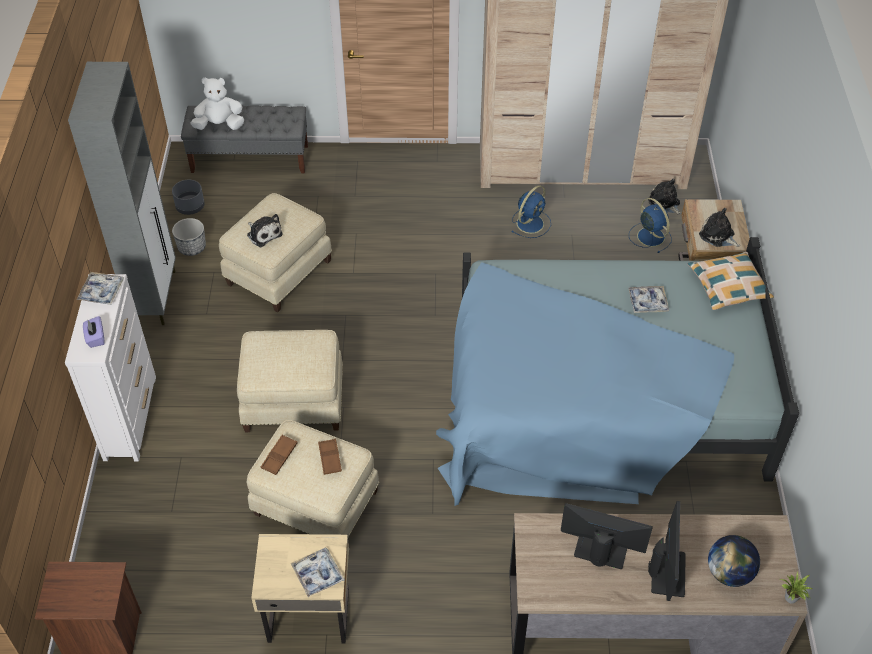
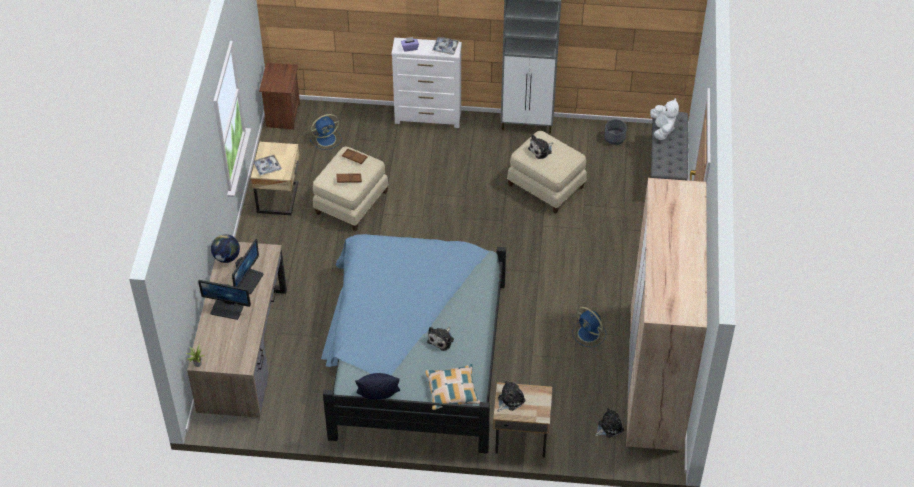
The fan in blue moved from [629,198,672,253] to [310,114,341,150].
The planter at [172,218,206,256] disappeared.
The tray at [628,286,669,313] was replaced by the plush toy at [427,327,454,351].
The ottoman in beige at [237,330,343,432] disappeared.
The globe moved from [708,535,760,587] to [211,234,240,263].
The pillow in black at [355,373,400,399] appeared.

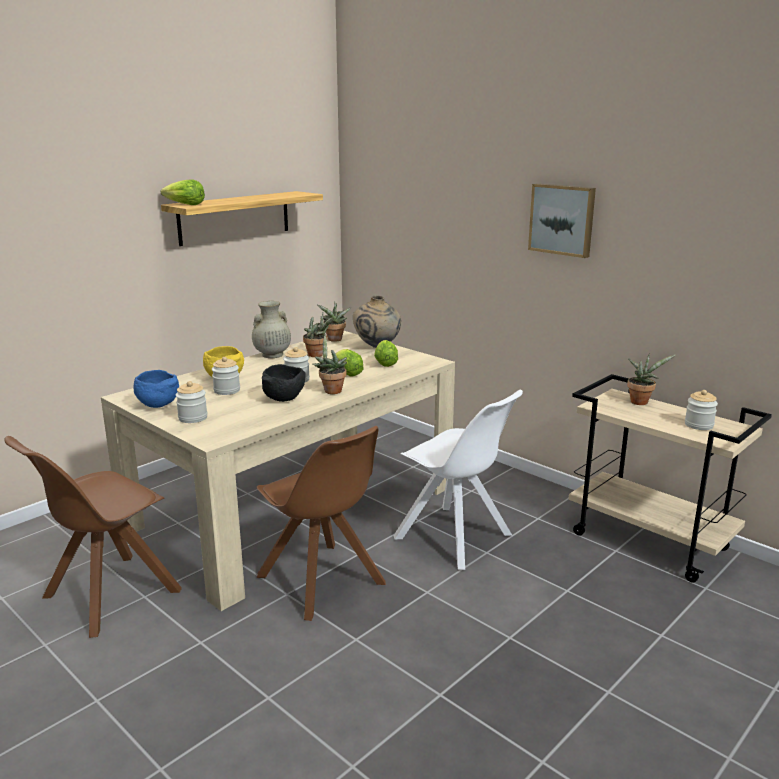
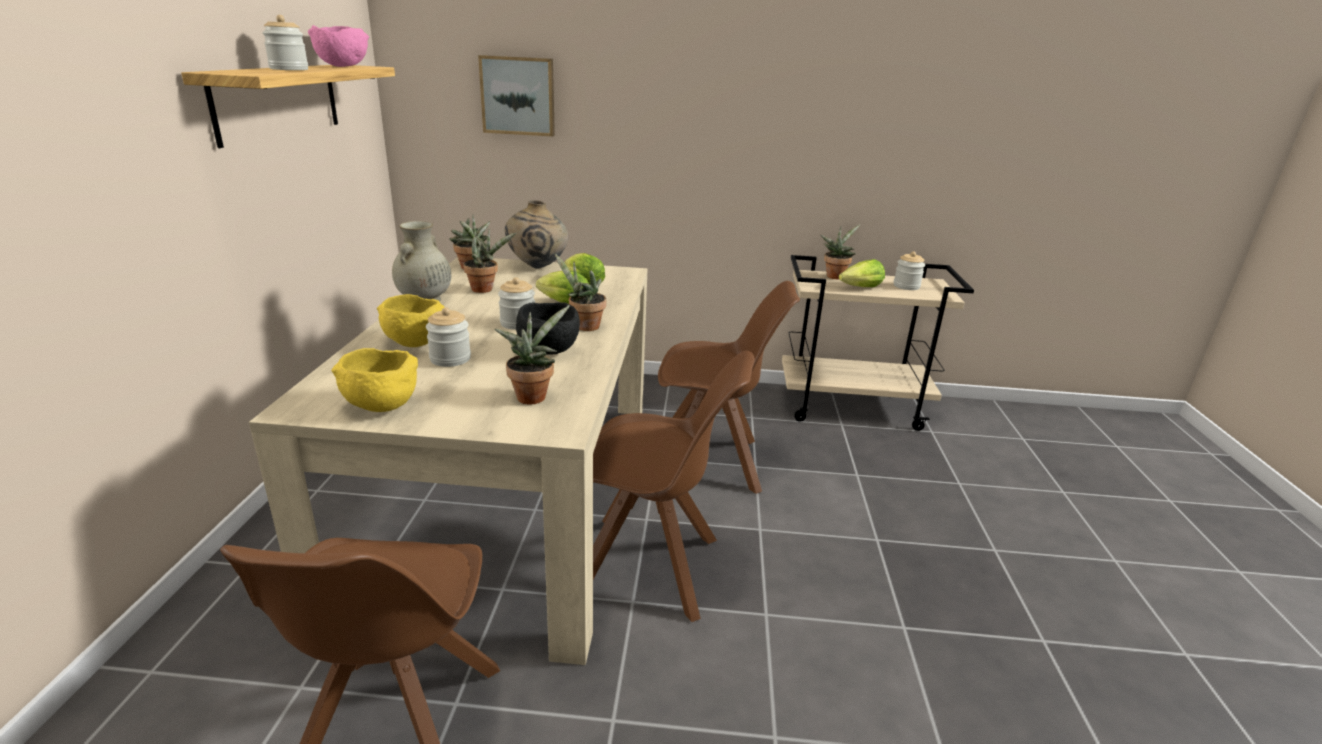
The lettuce moved from [161,179,205,205] to [839,259,885,287].
The picture moved from [528,183,596,258] to [478,55,555,137].
The bowl in blue at [133,370,179,408] became the bowl in yellow at [331,348,418,412].
The jar moved from [176,381,208,423] to [262,15,308,70].
The chair in white at [394,390,523,570] became the chair in brown at [658,281,800,494].
The bowl in pink at [308,25,369,67] appeared.
The potted plant at [494,305,570,405] appeared.

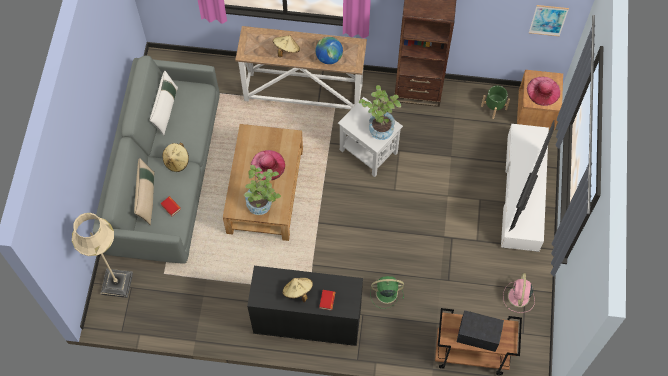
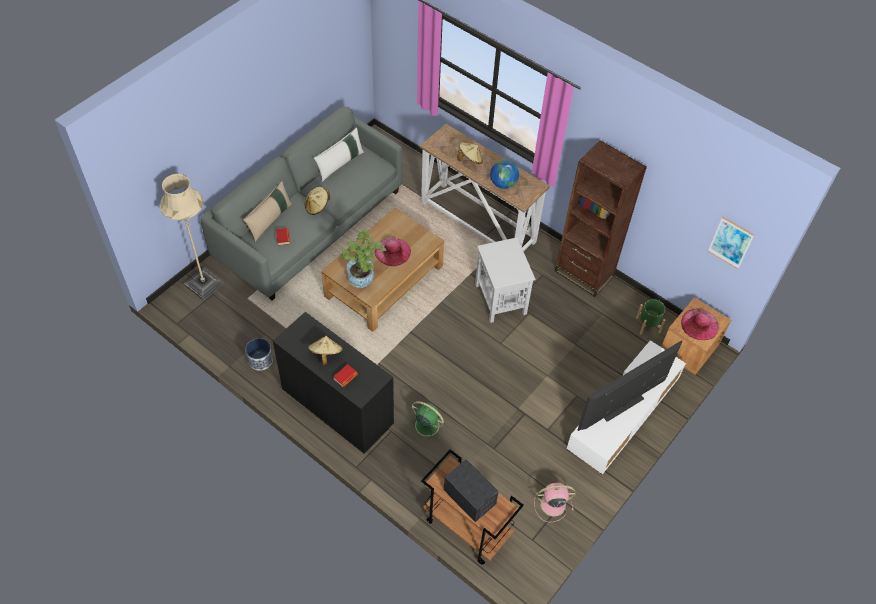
The potted plant at [359,85,401,140] disappeared.
The fan in pink at [503,273,535,313] turned 45 degrees clockwise.
The planter at [246,338,273,371] appeared.

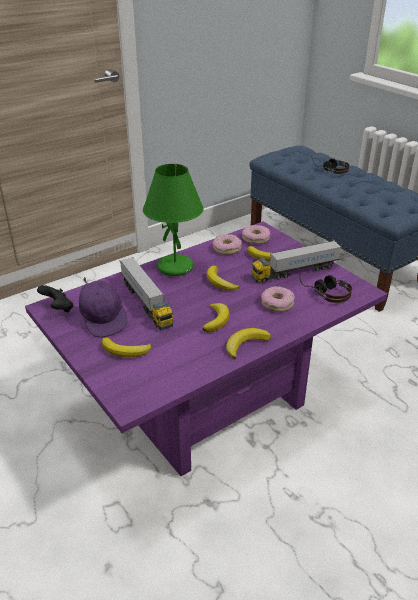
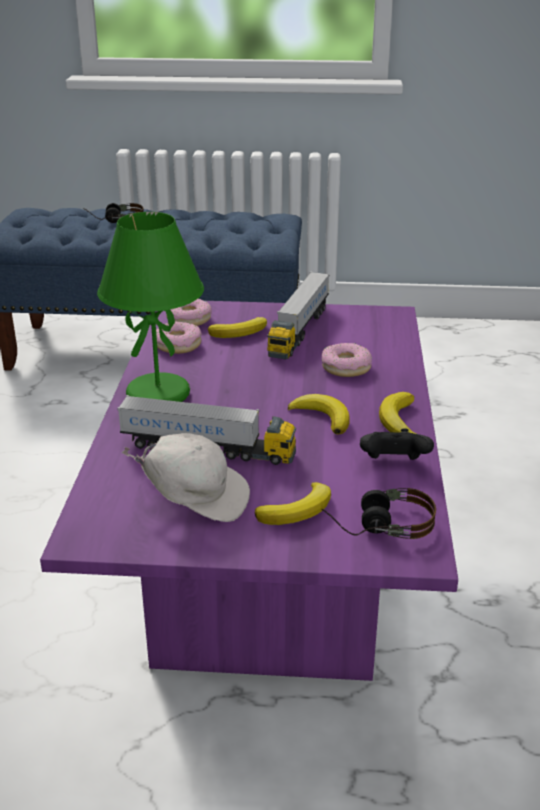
The banana at [207,266,240,291] disappeared.
The headphones moved from [299,270,352,303] to [322,488,436,539].
The cap in purple at [79,277,127,338] became the cap in white at [122,433,250,522].
The game controller in black moved from [37,285,73,312] to [360,428,434,460].

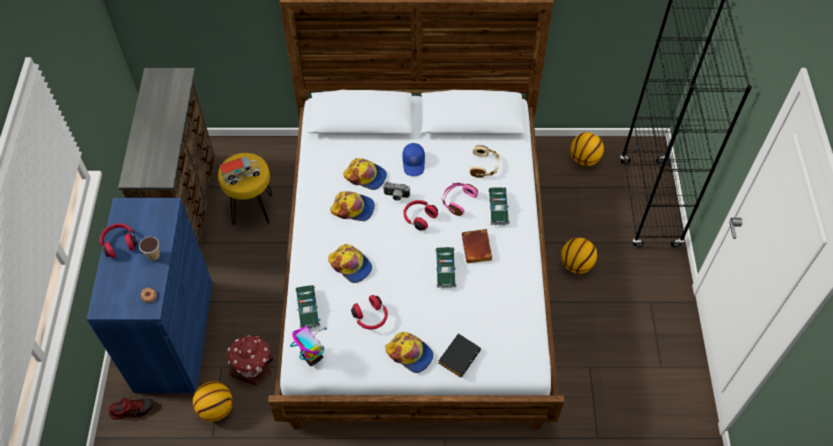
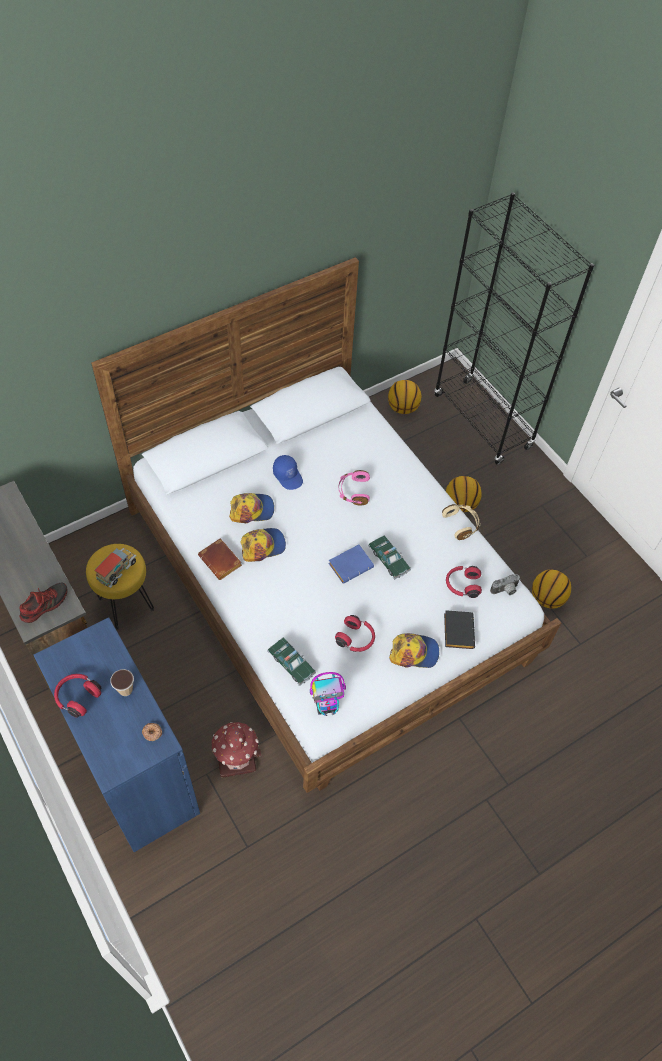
The headphones in beige moved from [470,145,500,178] to [442,504,481,540].
The photo camera moved from [383,182,410,201] to [490,574,520,595].
The toy car at [488,187,510,225] disappeared.
The headphones in red moved from [403,200,438,231] to [446,566,482,598].
The book in brown moved from [462,229,492,263] to [198,538,242,580].
The cap at [328,244,372,283] disappeared.
The toy robot at [290,319,327,366] turned 150 degrees clockwise.
The basketball moved from [193,381,233,422] to [532,569,571,609].
The shoe moved from [109,397,154,420] to [20,582,67,623].
The book in blue at [328,544,374,584] appeared.

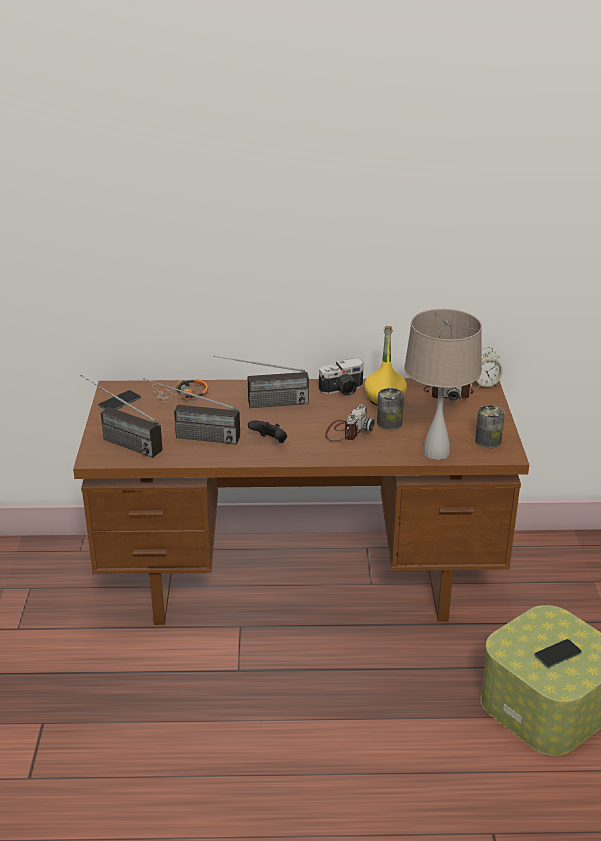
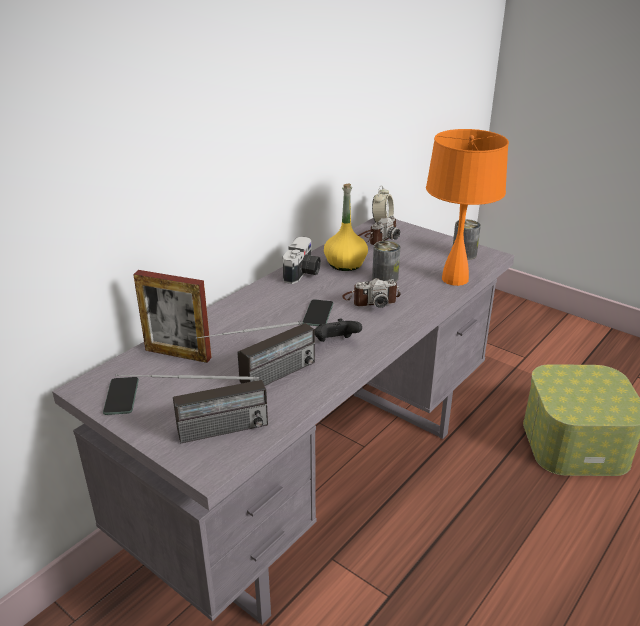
The table lamp in beige at [404,309,482,460] became the table lamp in orange at [426,129,509,286].
The radio at [214,356,309,408] disappeared.
The desk in brown at [73,378,529,625] became the desk in grey at [52,218,514,625].
The headphones at [152,379,208,404] was replaced by the picture frame at [133,270,212,363].
The photo camera at [325,404,375,441] turned 105 degrees clockwise.
The phone moved from [534,639,582,668] to [303,299,333,326].

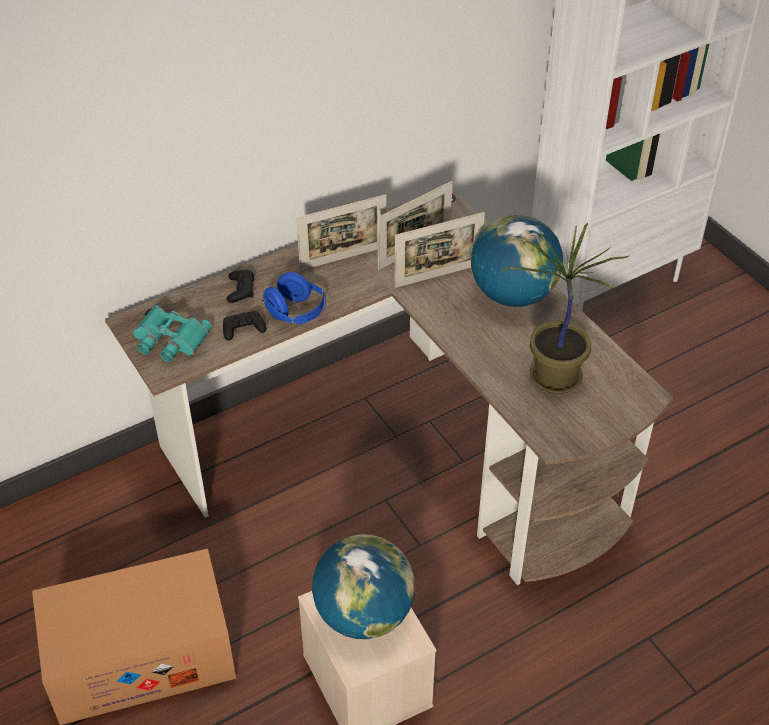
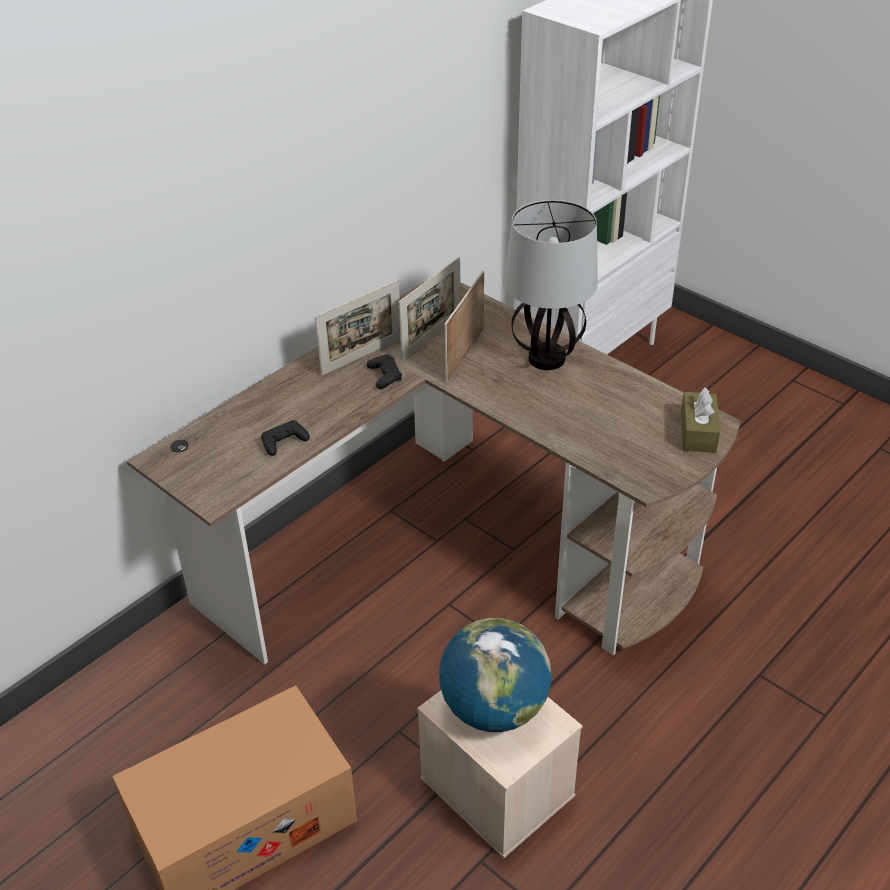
The picture frame at [394,212,485,288] turned 150 degrees clockwise.
The globe at [471,215,563,307] was replaced by the table lamp at [504,200,598,370].
The potted plant at [501,223,629,394] disappeared.
The game controller in black moved from [227,270,254,303] to [367,355,402,389].
The headphones in blue at [262,272,326,325] disappeared.
The binoculars in turquoise at [133,305,212,362] disappeared.
The tissue box in brown at [681,388,720,453] appeared.

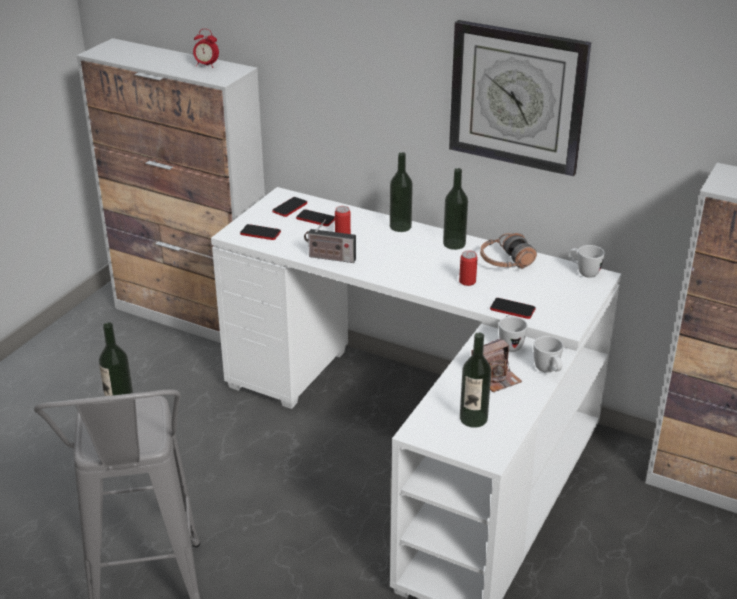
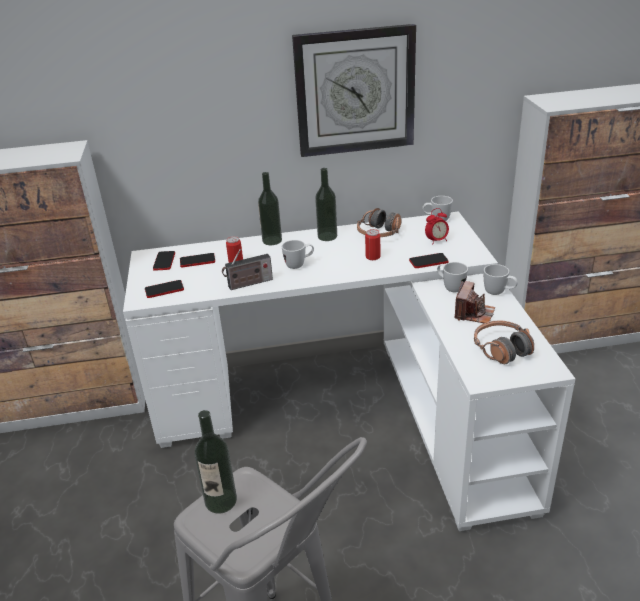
The alarm clock moved from [193,29,219,68] to [425,208,449,245].
The bottle at [460,332,491,428] was replaced by the headphones at [474,321,534,364].
The mug in white at [282,240,314,269] appeared.

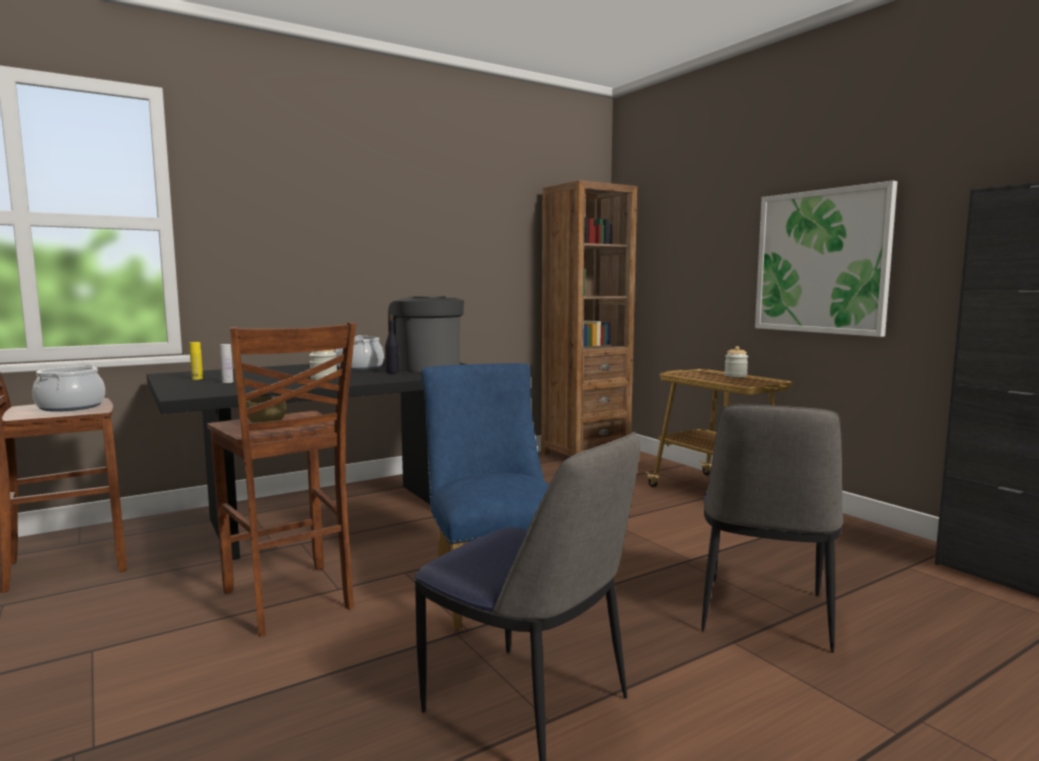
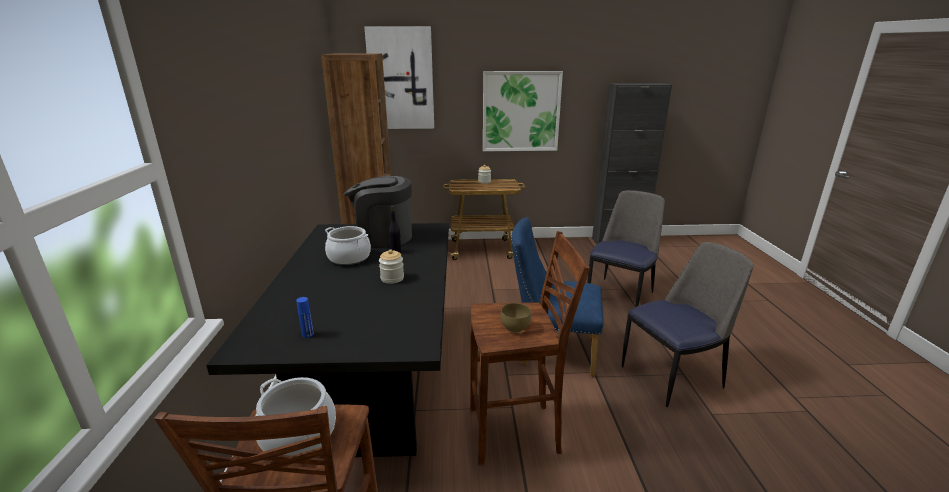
The bottle in yellow at [190,342,203,380] became the bottle in blue at [296,297,314,338].
The bottle in white at [220,344,233,383] disappeared.
The chair at [701,404,843,653] turned 105 degrees counterclockwise.
The picture at [364,26,434,129] appeared.

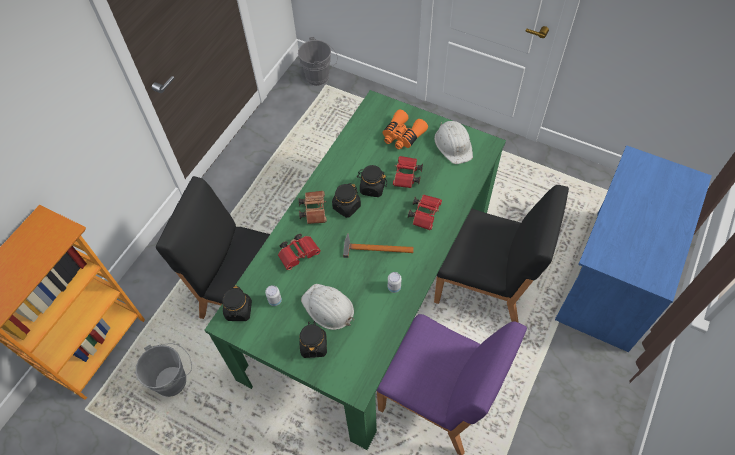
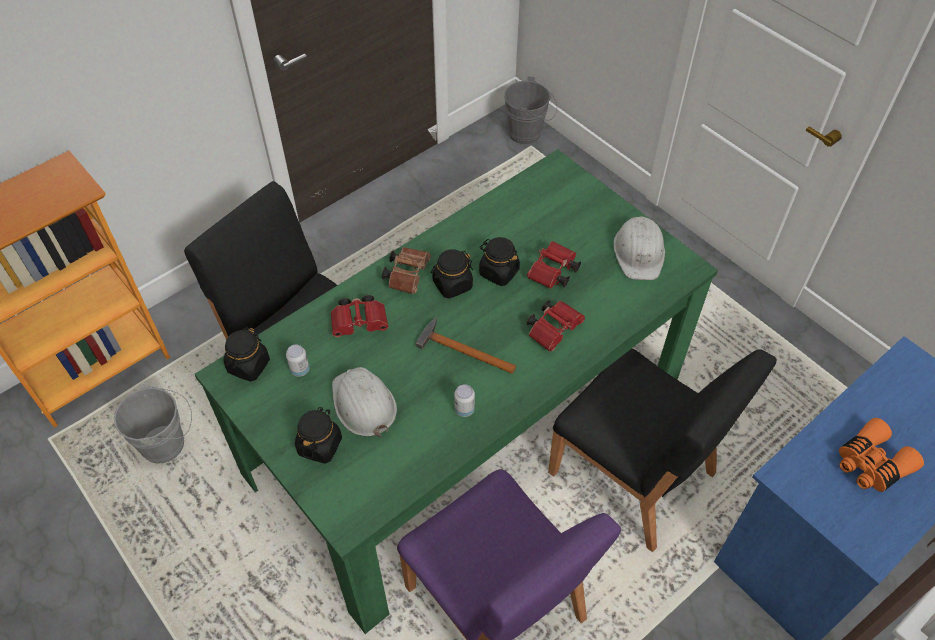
The binoculars in orange moved from [382,109,428,149] to [839,418,924,492].

